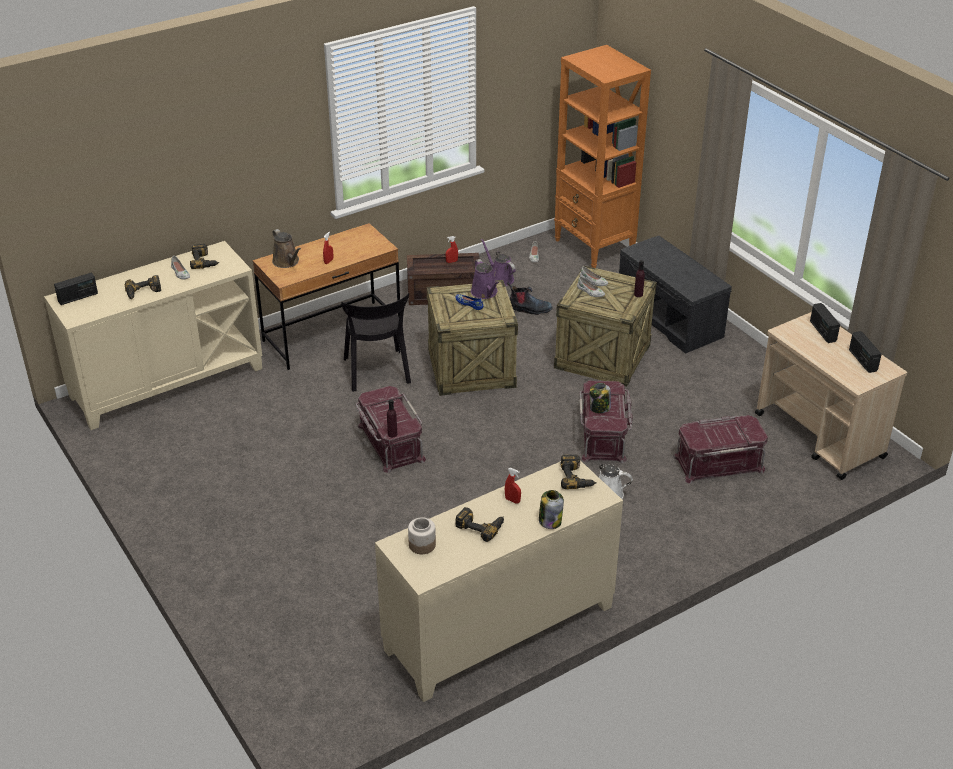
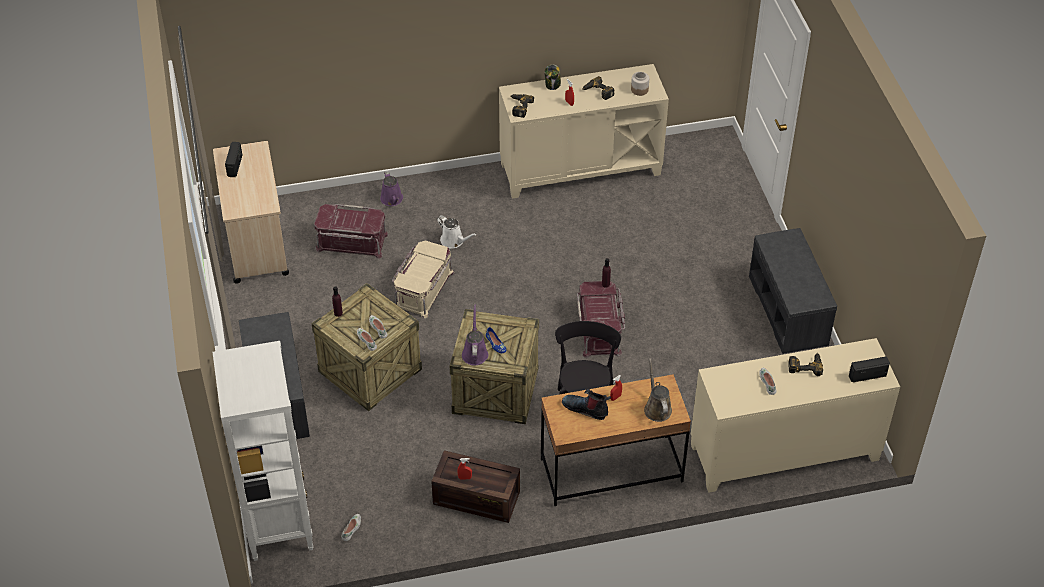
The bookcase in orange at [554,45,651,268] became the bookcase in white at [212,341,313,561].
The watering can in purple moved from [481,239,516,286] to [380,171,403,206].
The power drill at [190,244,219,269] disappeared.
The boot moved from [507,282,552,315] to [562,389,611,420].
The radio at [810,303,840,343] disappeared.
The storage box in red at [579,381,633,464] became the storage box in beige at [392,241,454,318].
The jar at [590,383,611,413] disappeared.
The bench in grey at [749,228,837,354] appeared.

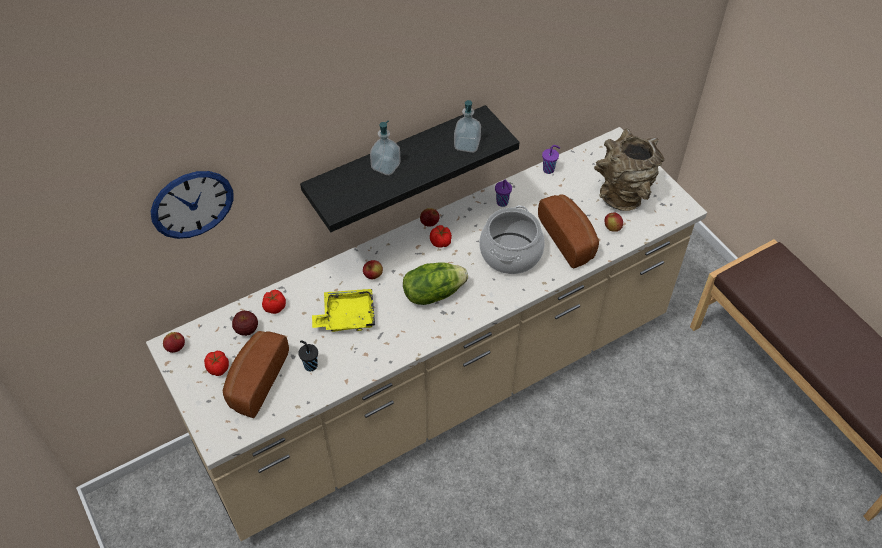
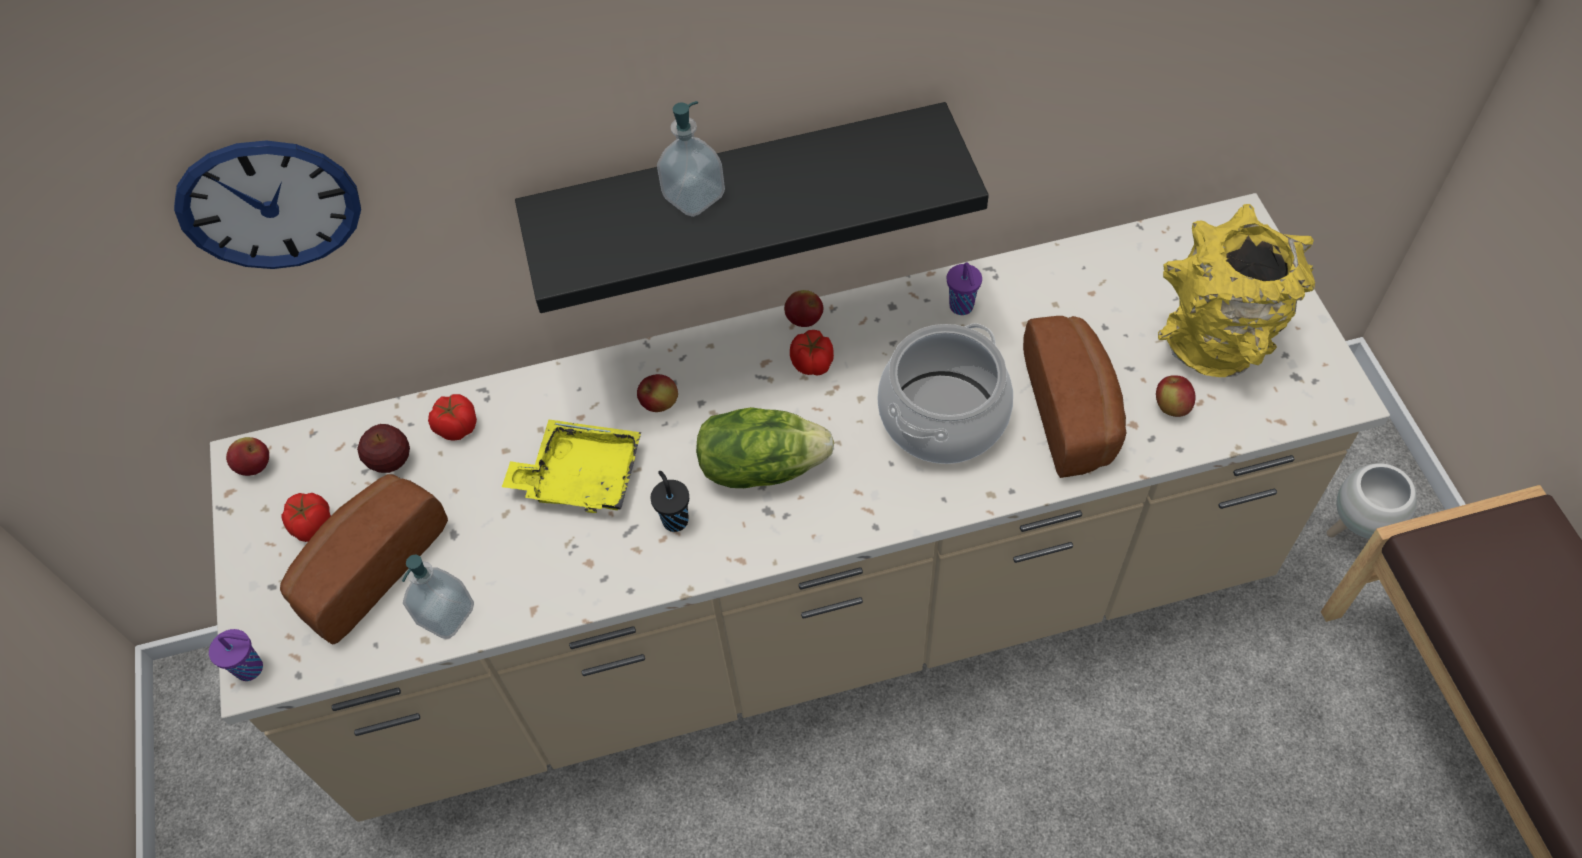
The soap dispenser moved from [454,100,481,153] to [402,555,474,639].
The vase in brown at [594,129,664,211] became the vase in yellow at [1158,204,1315,377].
The cup in purple moved from [542,145,560,174] to [209,629,263,681].
The cup in black moved from [298,340,318,371] to [651,471,689,532].
The planter in white at [1327,463,1417,541] appeared.

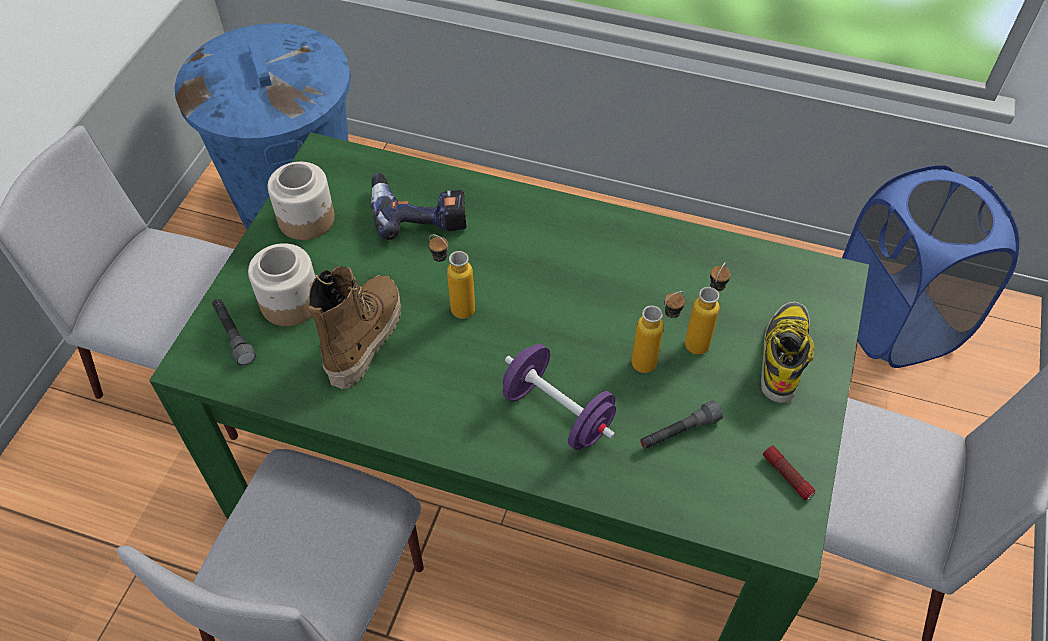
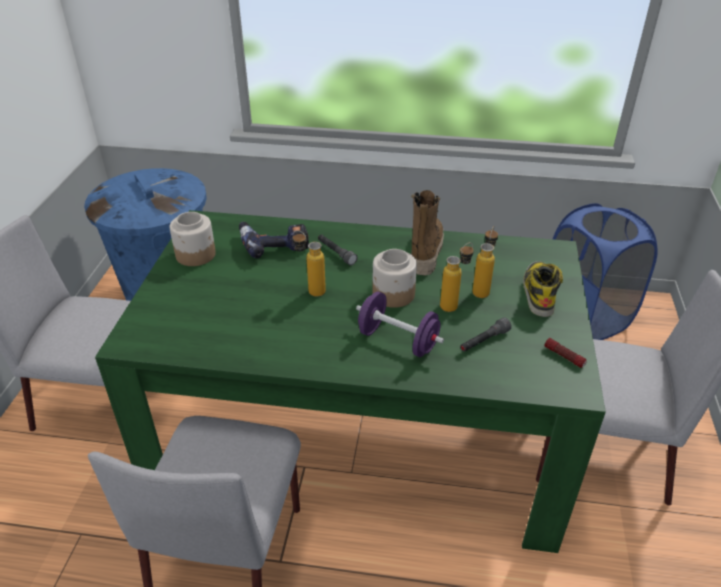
The jar moved from [248,243,316,326] to [372,249,417,308].
The boot moved from [308,267,401,389] to [411,190,444,276].
The flashlight in grey moved from [212,299,256,366] to [318,234,358,265].

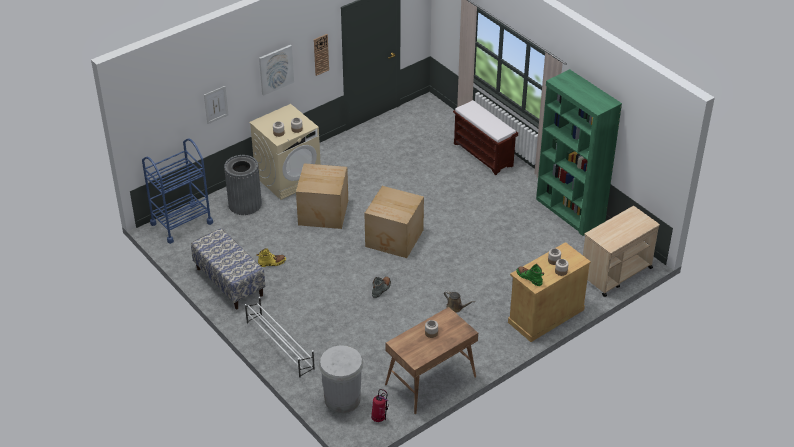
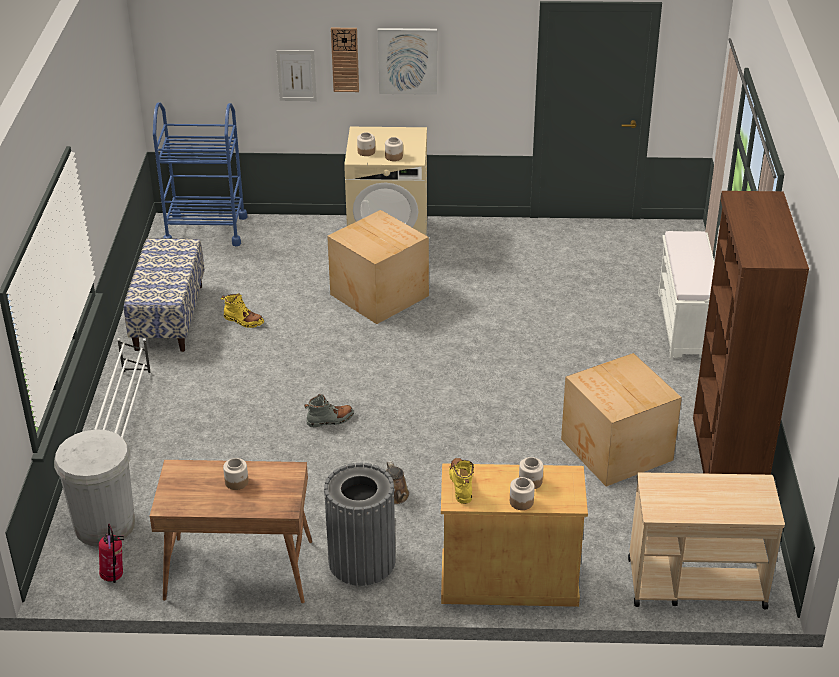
The wall clock moved from [314,34,329,76] to [331,28,359,92].
The bookcase in green at [536,69,622,236] became the bookcase in brown at [693,191,809,475].
The bench in brown at [453,100,518,175] became the bench in white at [658,231,715,359].
The trash can in grey moved from [224,155,262,215] to [324,463,395,586].
The cardboard box moved from [365,186,424,258] to [561,353,682,486].
The boot in green at [516,264,544,286] became the boot in yellow at [449,458,474,504].

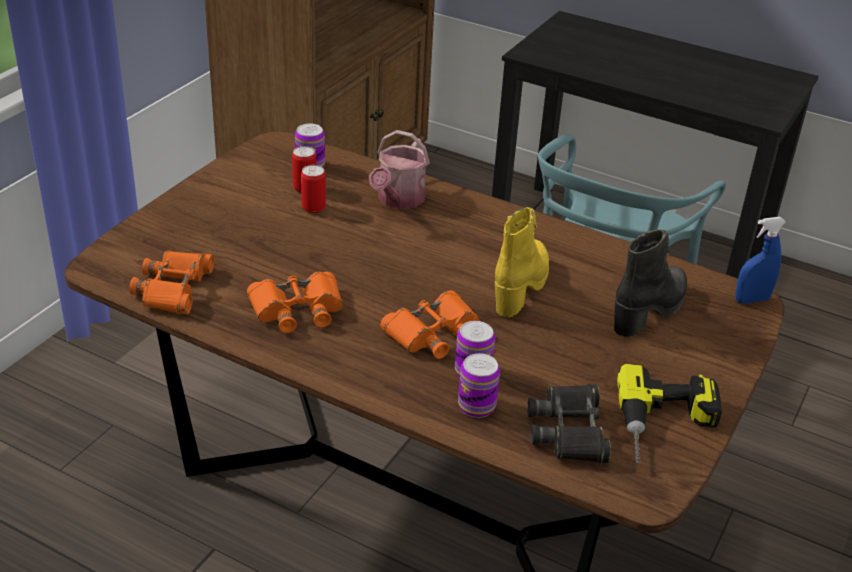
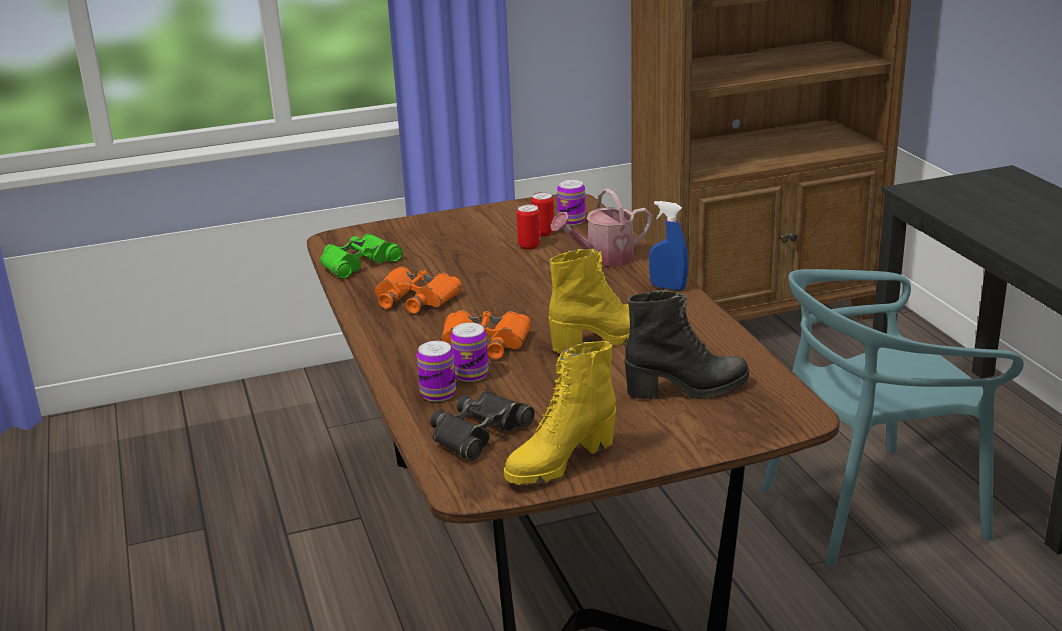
The spray bottle in blue moved from [735,217,786,304] to [649,201,688,290].
The binoculars in orange at [130,250,215,315] became the binoculars in green at [320,233,403,279].
The power drill at [617,364,722,463] was replaced by the boot in yellow at [504,341,616,485].

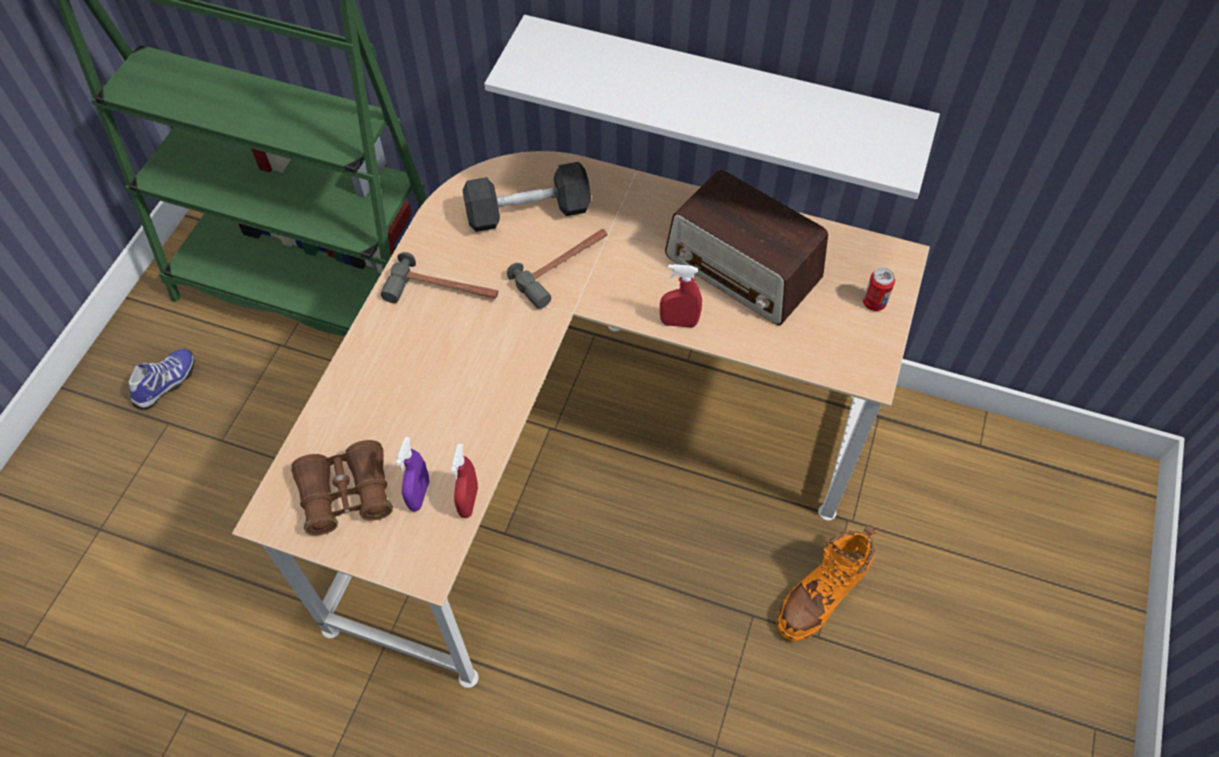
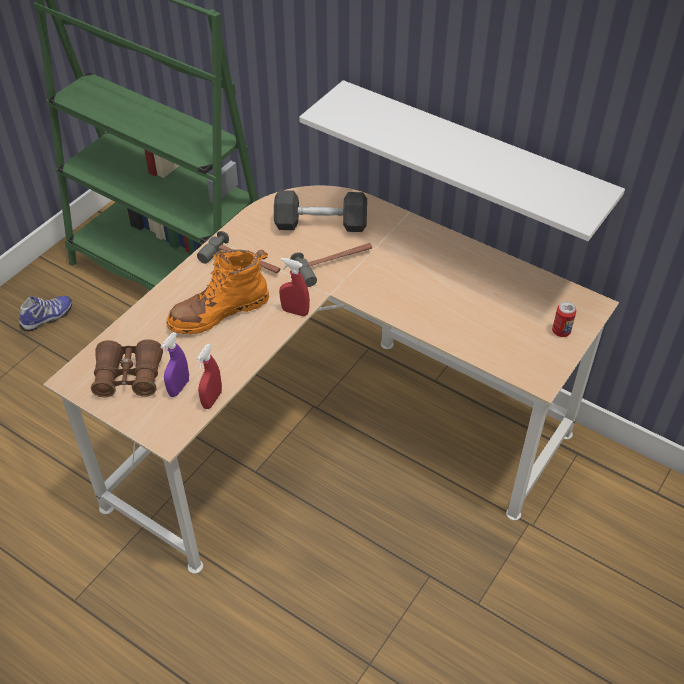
The radio at [665,169,828,325] disappeared.
The spray bottle in red moved from [660,264,702,327] to [279,258,310,316].
The boot in orange moved from [776,525,877,642] to [166,249,269,335].

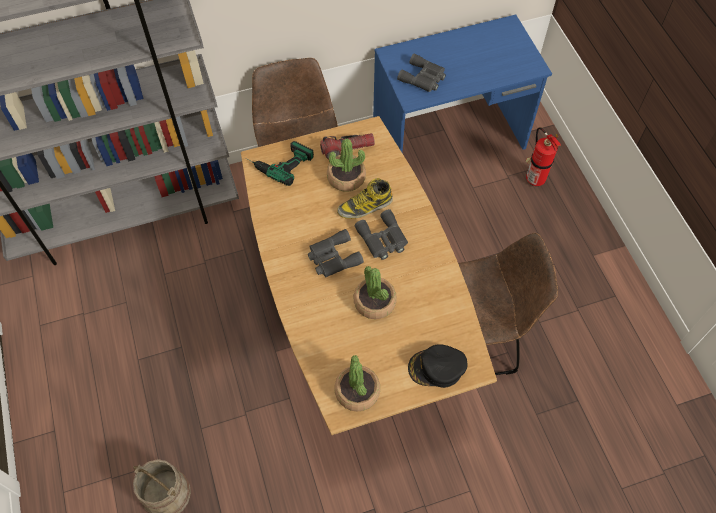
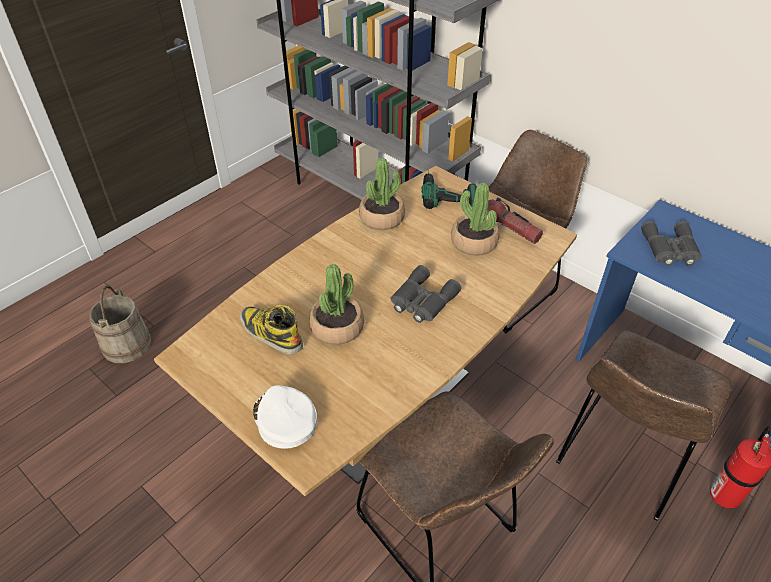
The boot moved from [337,178,393,219] to [240,305,303,354].
The binoculars in grey at [308,229,364,278] disappeared.
The cap in black at [408,344,467,388] became the cap in white at [253,385,317,449].
The potted plant moved from [335,355,380,412] to [359,158,405,230].
The chair in brown at [556,330,732,521] appeared.

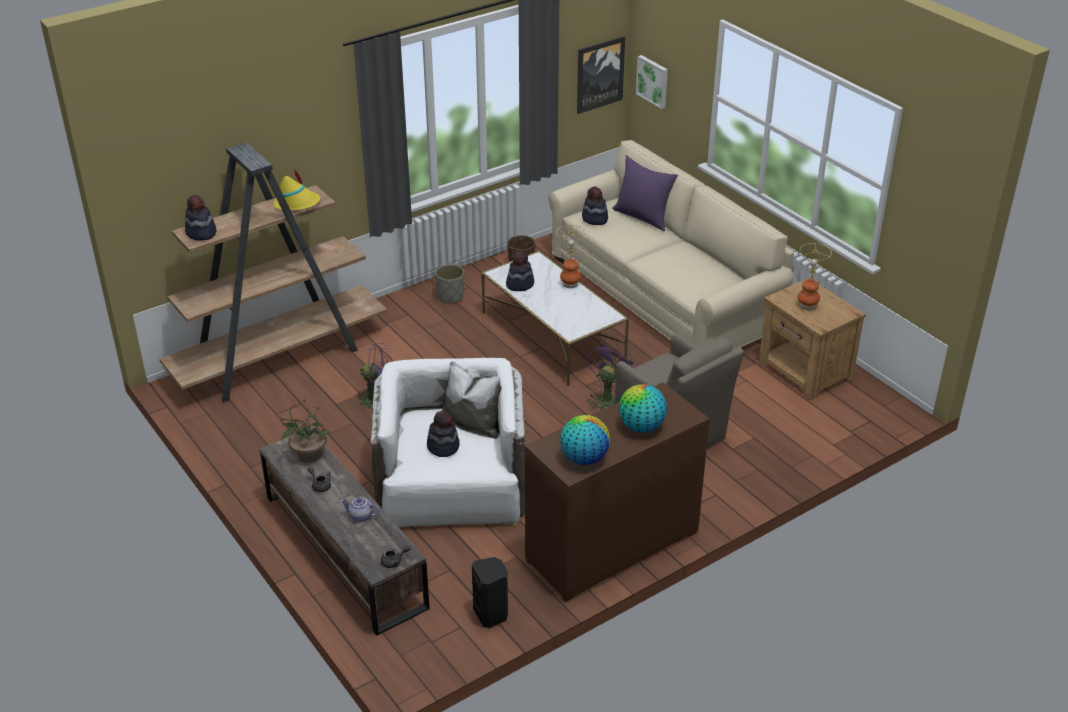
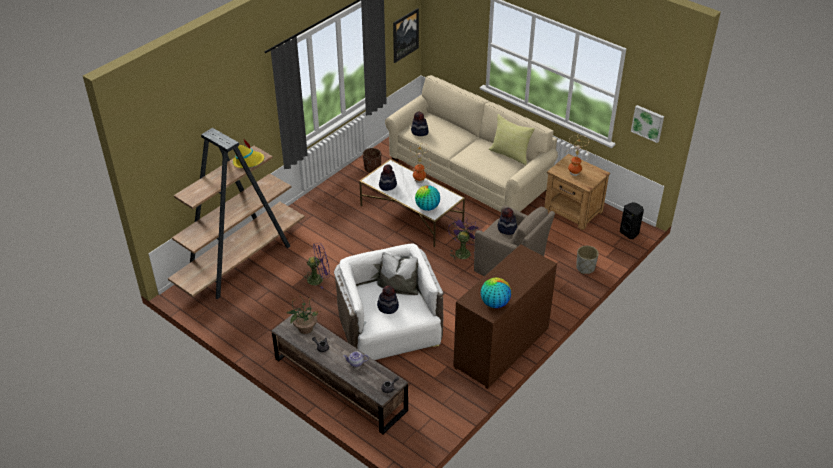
The picture moved from [636,55,668,109] to [631,105,664,143].
The pillow in purple at [612,155,678,231] disappeared.
The hat moved from [185,195,216,241] to [497,208,517,235].
The planter in grey moved from [435,264,464,303] to [576,246,599,274].
The globe moved from [619,384,667,433] to [415,185,440,211].
The speaker in black moved from [472,557,508,628] to [620,202,644,239].
The pillow in yellow at [489,114,535,165] appeared.

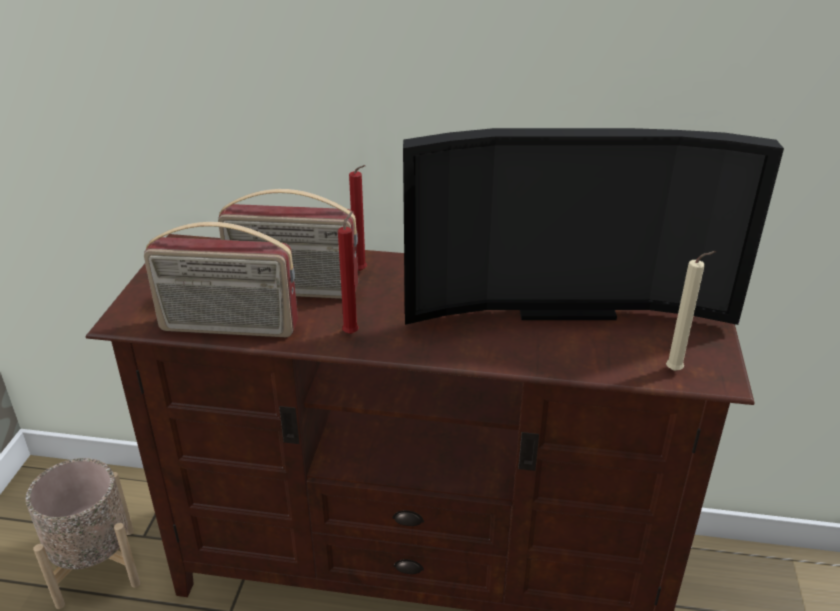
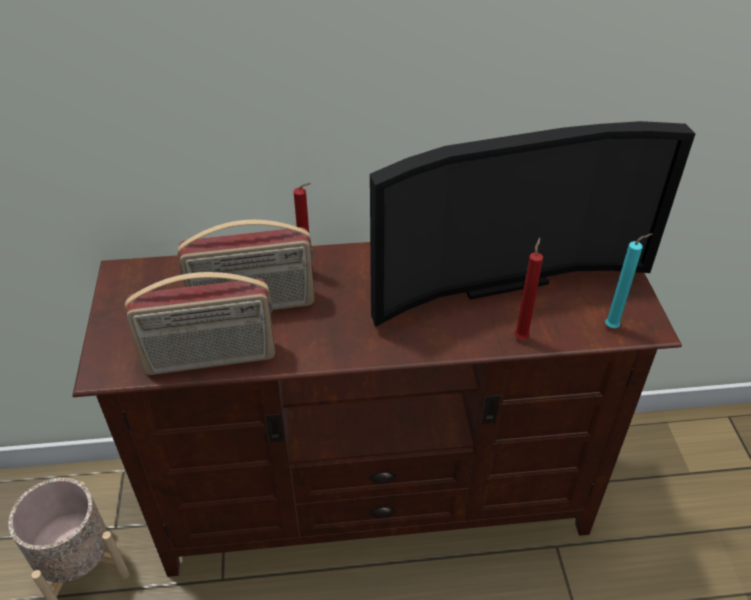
The candle in red moved from [338,211,359,334] to [514,237,543,340].
The candle in beige at [666,251,717,371] became the candle in turquoise at [605,234,652,328].

